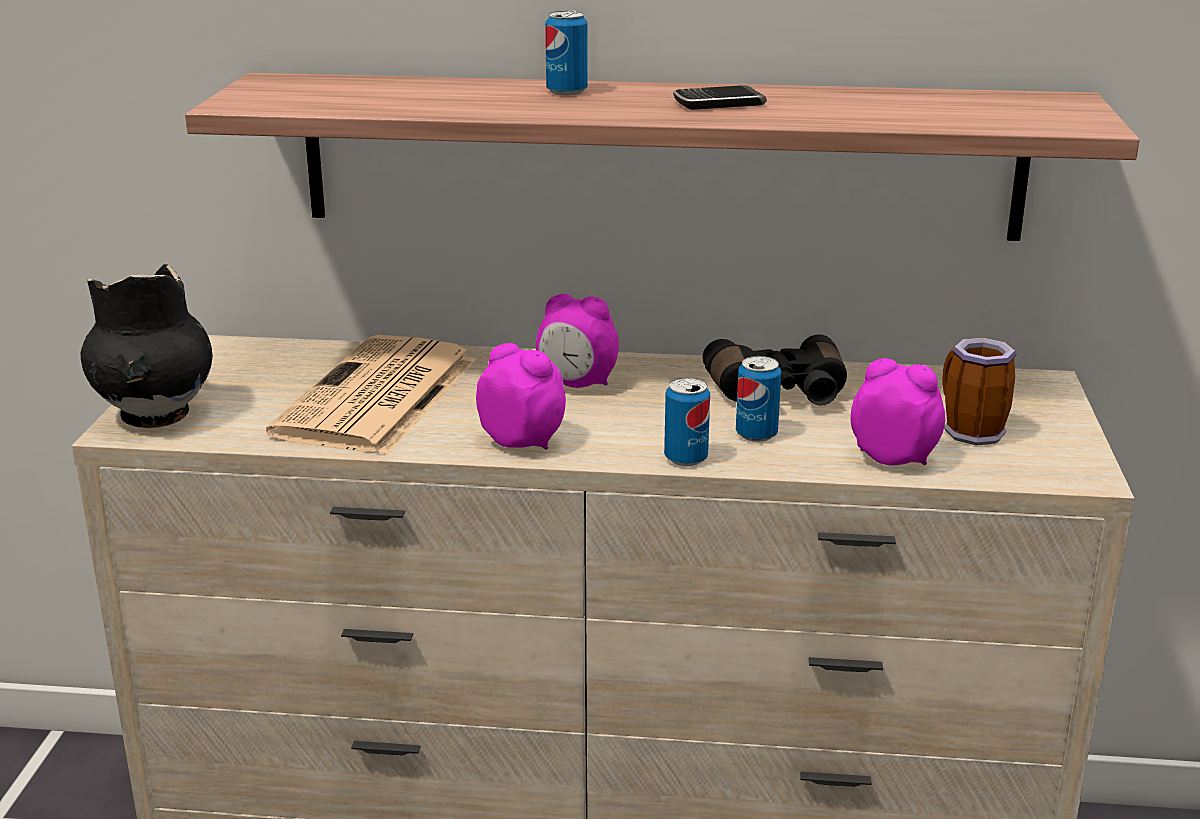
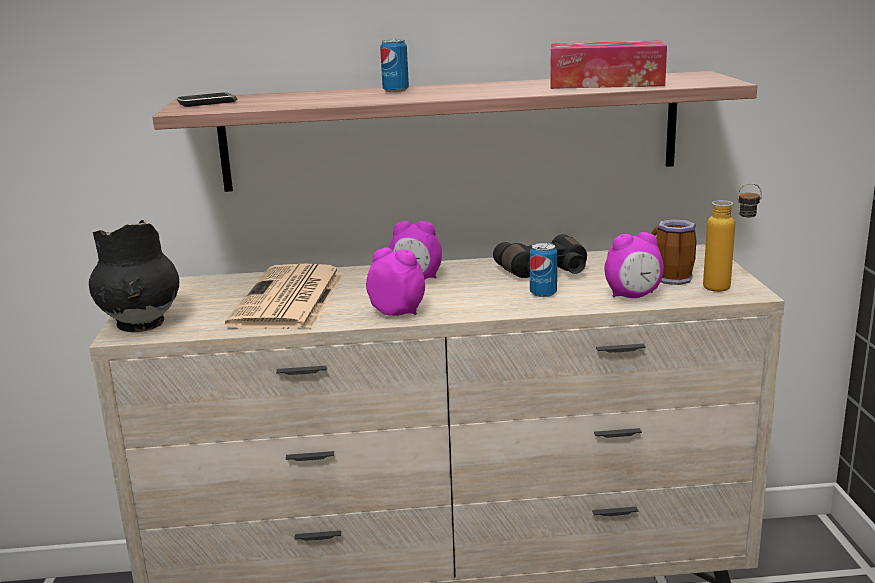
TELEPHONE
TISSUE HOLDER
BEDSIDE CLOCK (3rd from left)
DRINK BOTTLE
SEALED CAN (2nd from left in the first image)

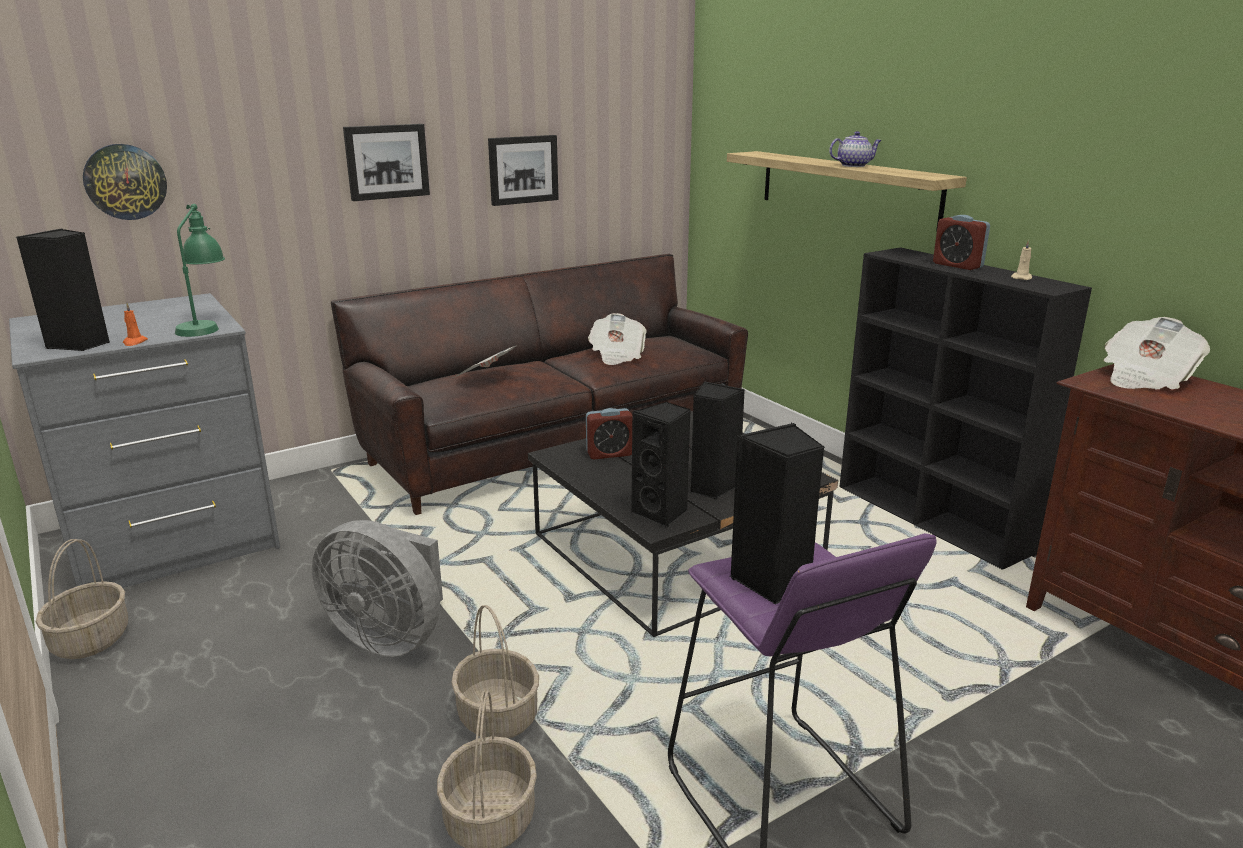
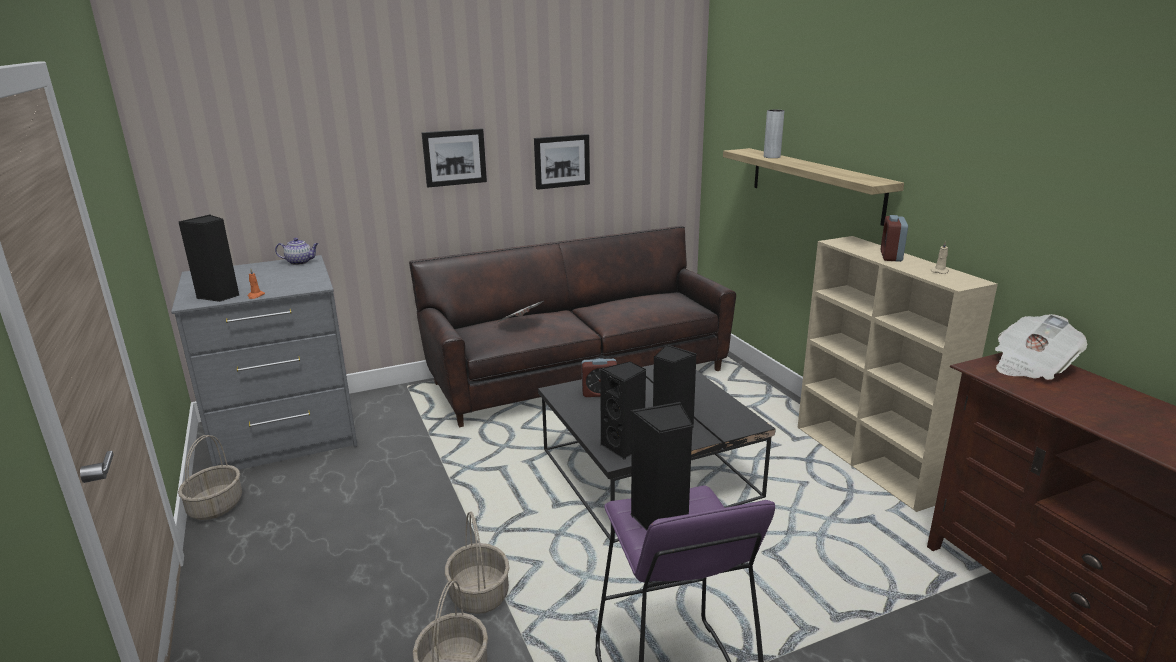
TEAPOT
GREY FLOWER VASE
SAND-COLOURED BOOKCASE
BEDSIDE CLOCK (2nd from left)
HANGING CLOCK
GREENISH TABLE LAMP
GREY FAN
PRINTED PAPER (2nd from left in the first image)

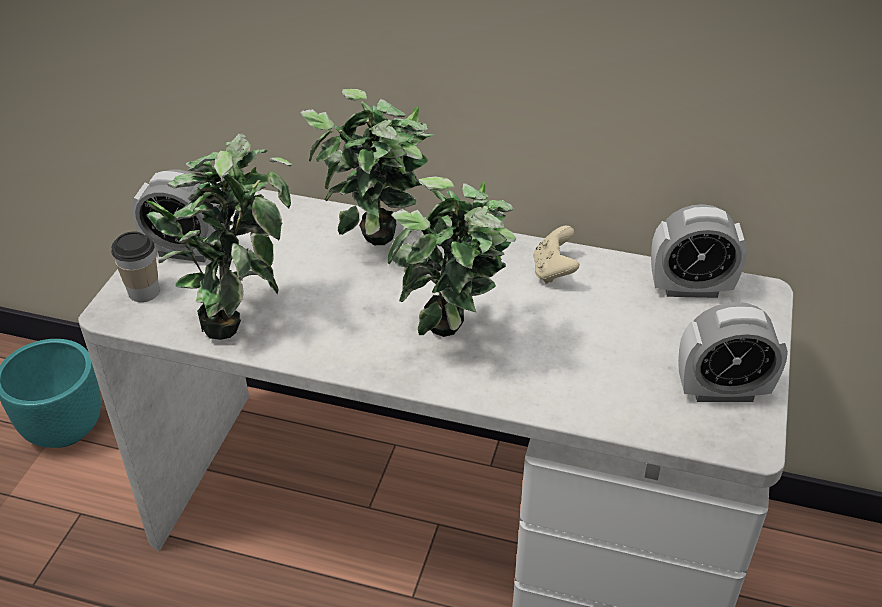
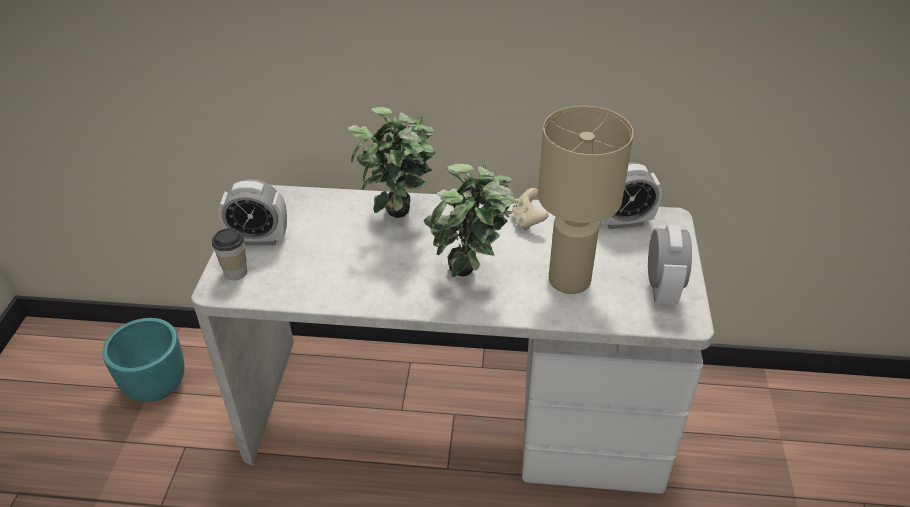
SAND-COLOURED TABLE LAMP
BEDSIDE CLOCK (3rd from left)
HOUSEPLANT (1st from left in the first image)

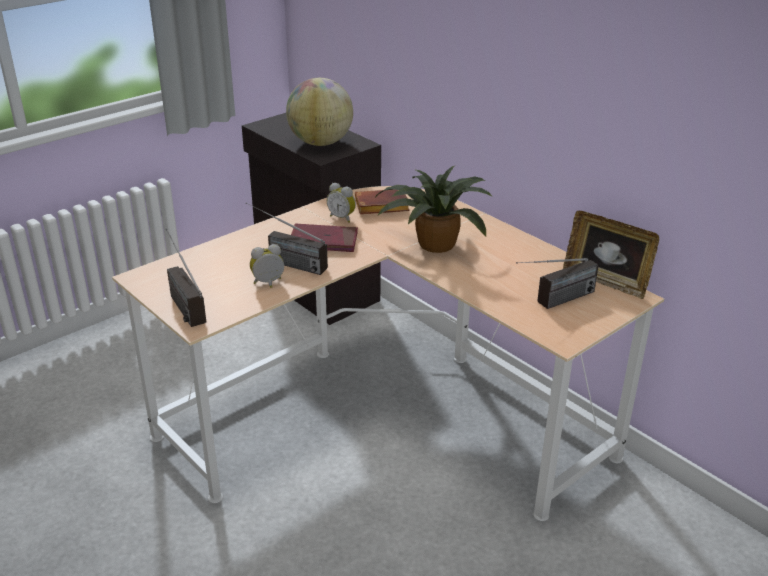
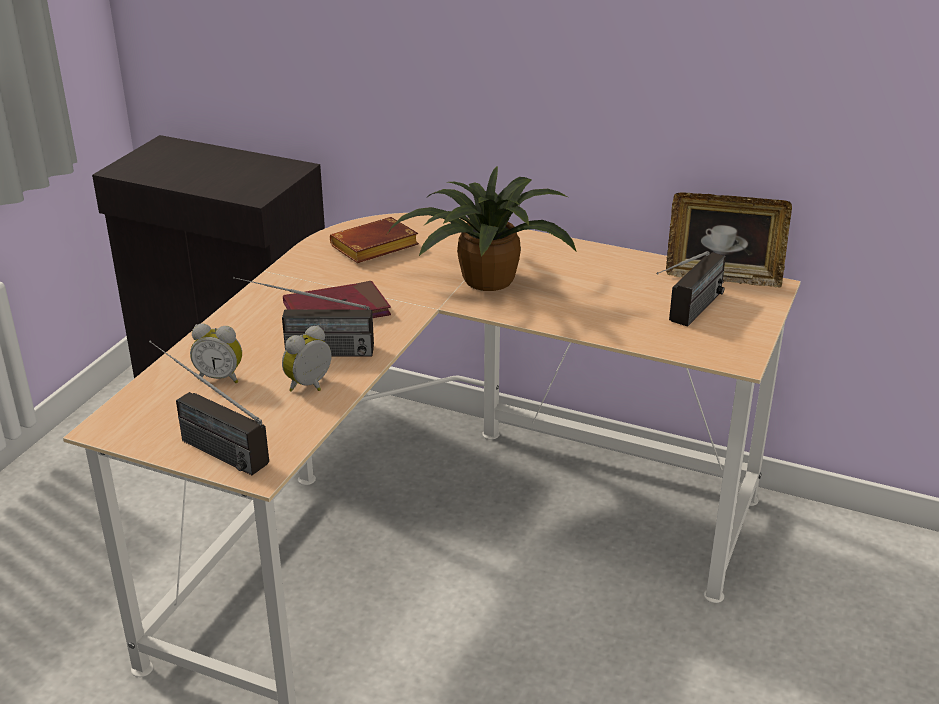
BEDSIDE CLOCK (1st from left)
WORLD GLOBE

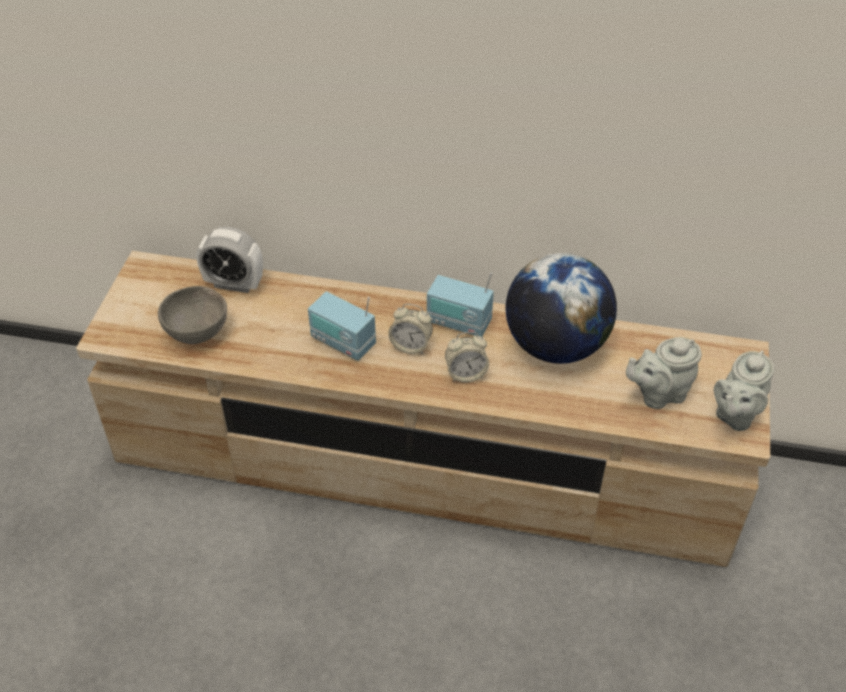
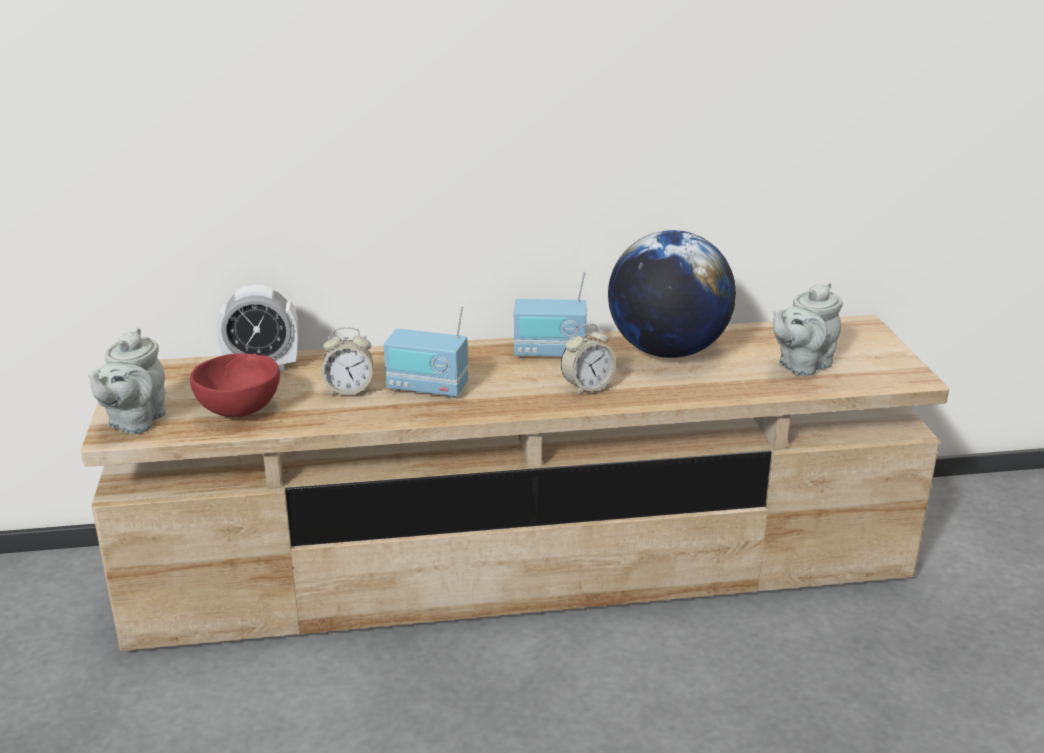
GREY TEAPOT (1st from left)
RED-COLOURED DEEP DISH
BEDSIDE CLOCK (2nd from left)

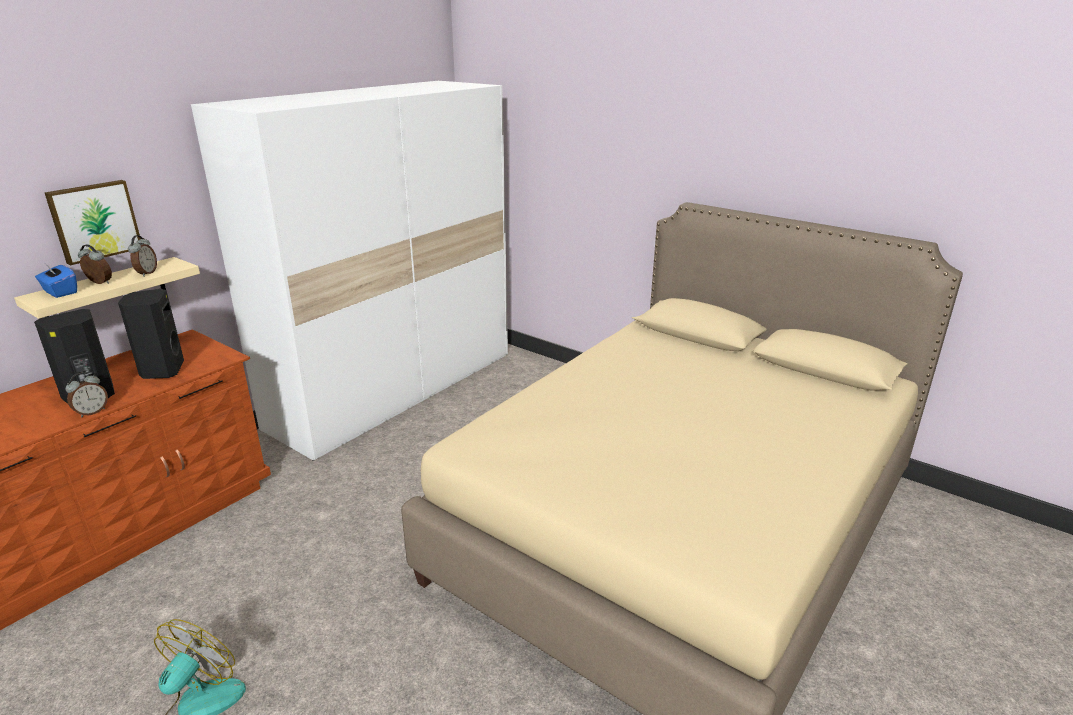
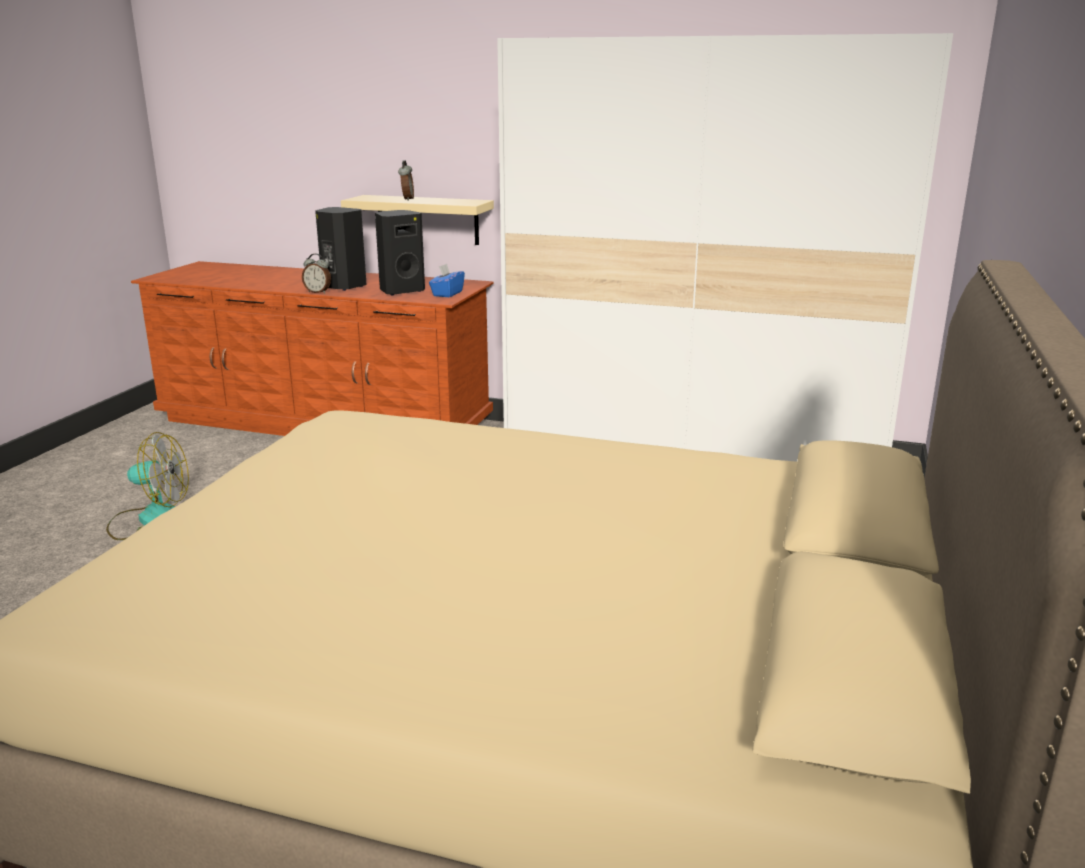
BLUISH TISSUE HOLDER
WALL PICTURE
BEDSIDE CLOCK (3rd from left in the first image)

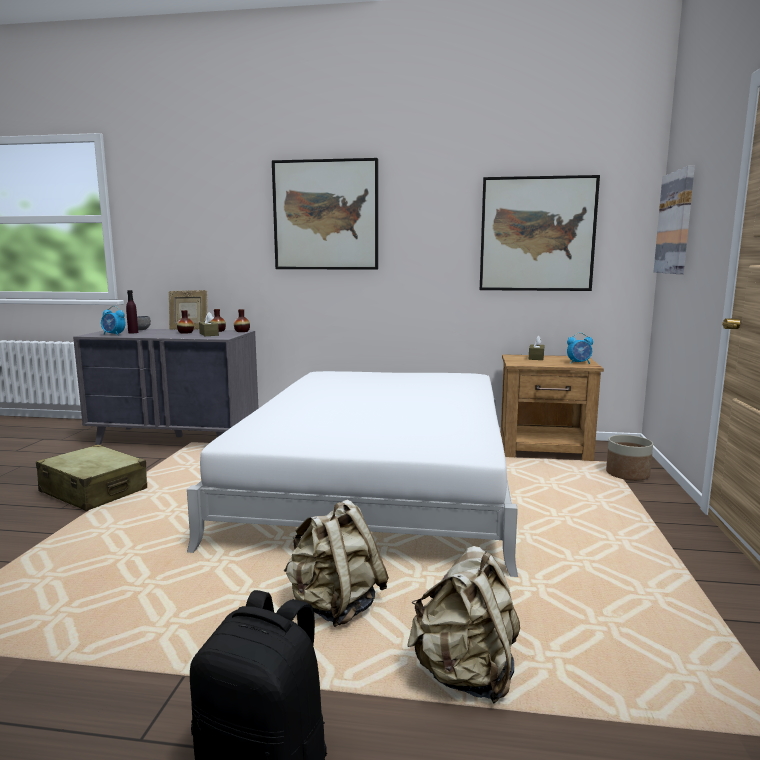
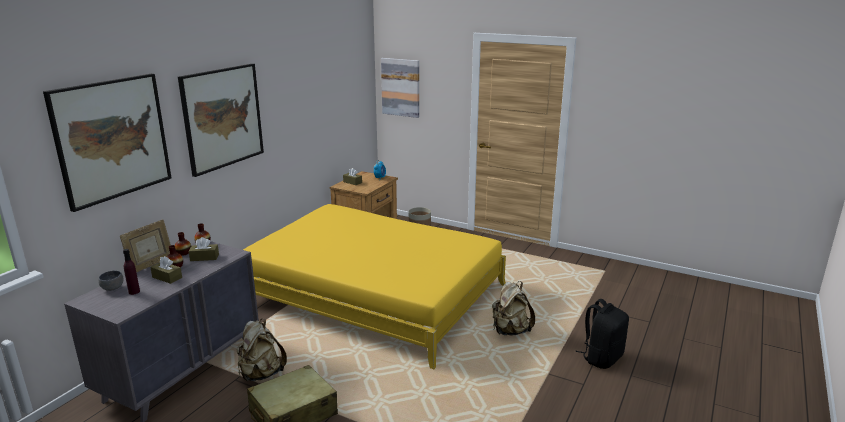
WALL PICTURE (1st from left)
BROWN TISSUE HOLDER (1st from left)
SAND-COLOURED KNAPSACK (1st from left)
YELLOW-COLOURED SLEEPING BED
BEDSIDE CLOCK (1st from left in the first image)

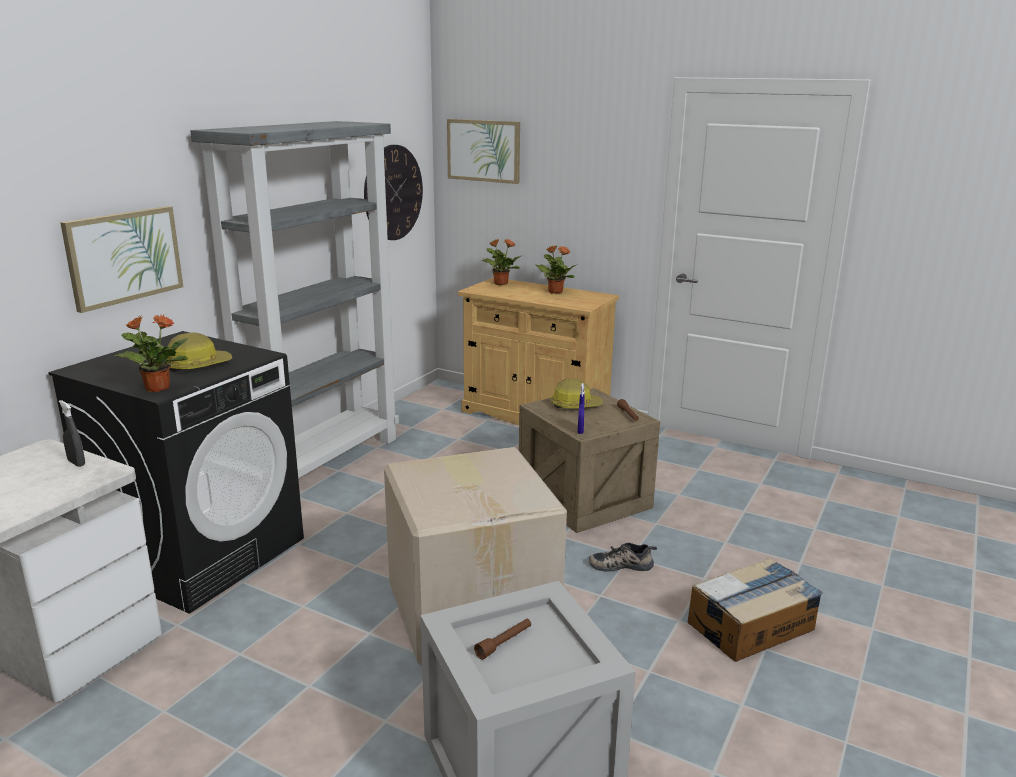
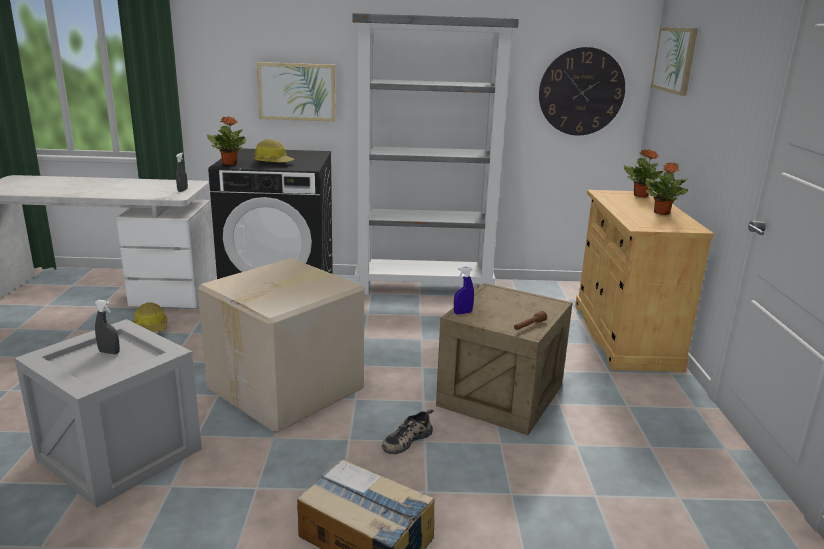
GREY SPRAY BOTTLE (1st from left)
WORK HELMET (1st from left)
LOW SHOE

